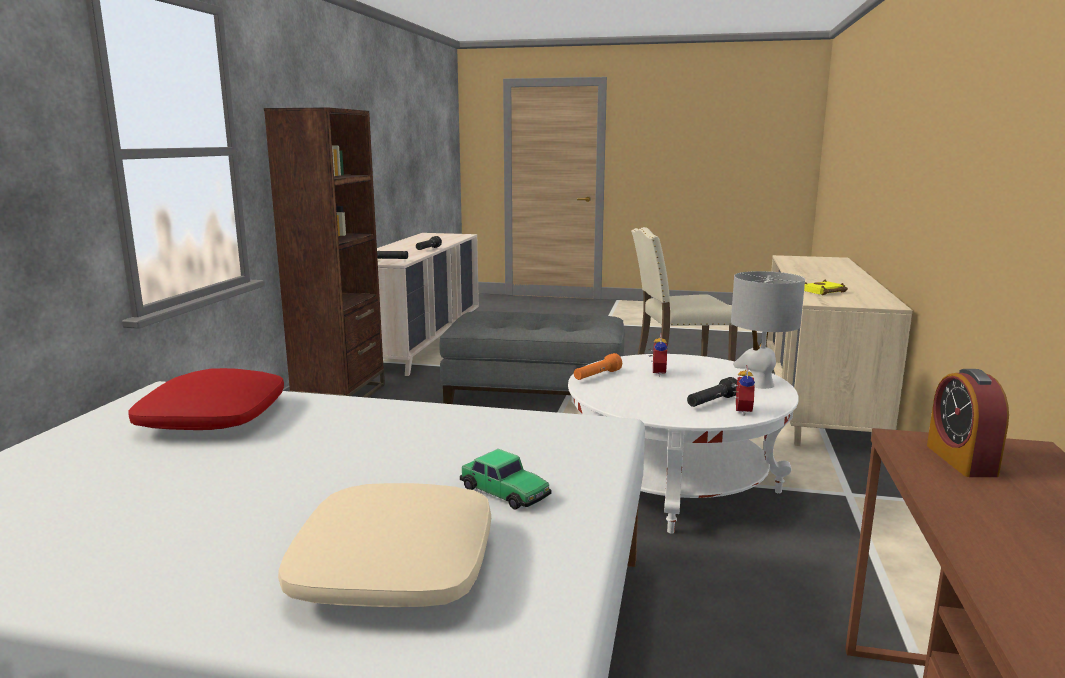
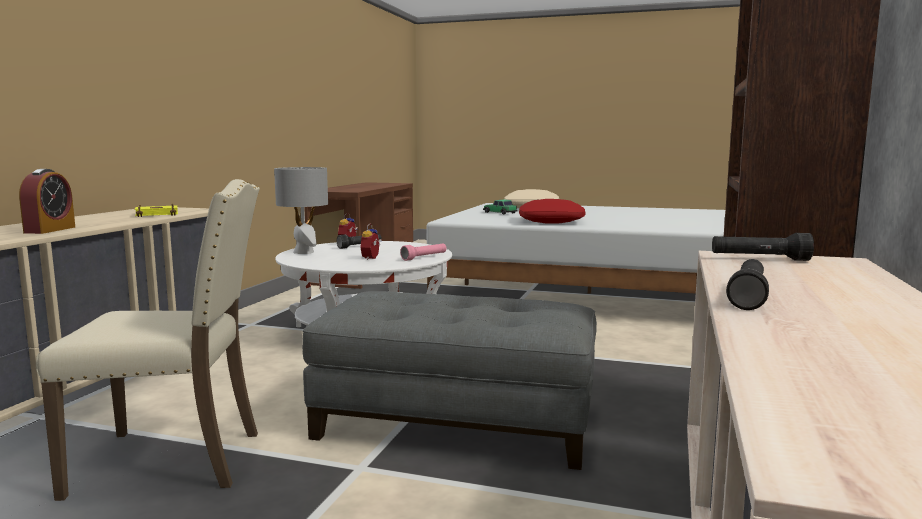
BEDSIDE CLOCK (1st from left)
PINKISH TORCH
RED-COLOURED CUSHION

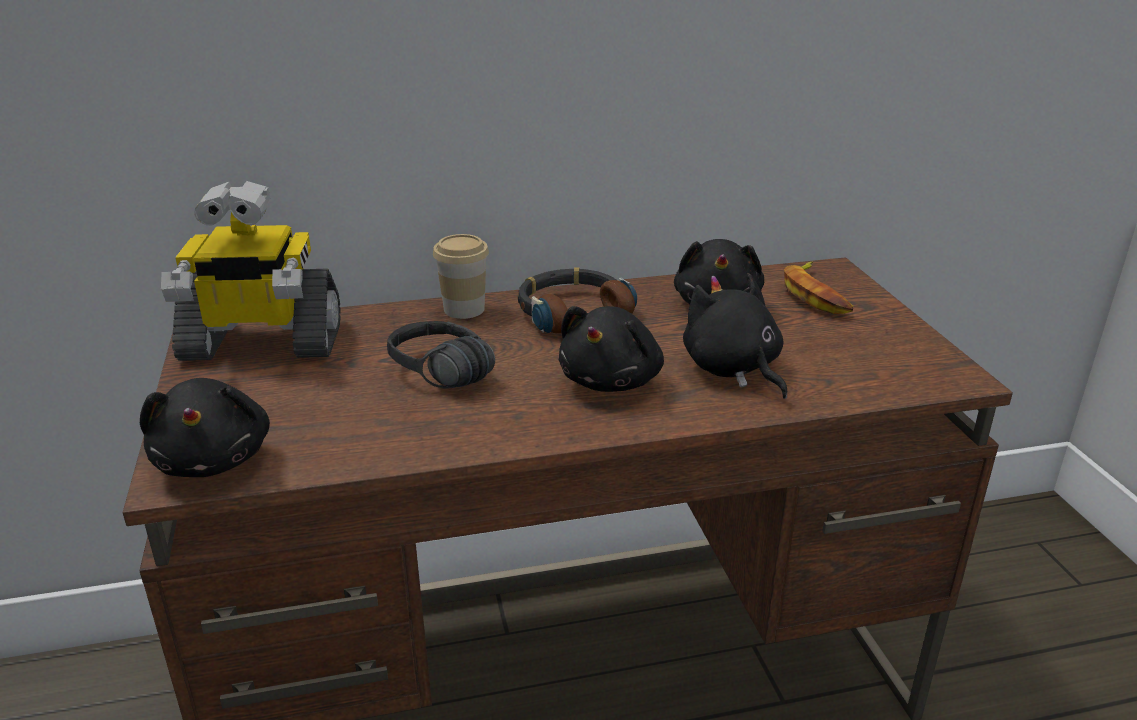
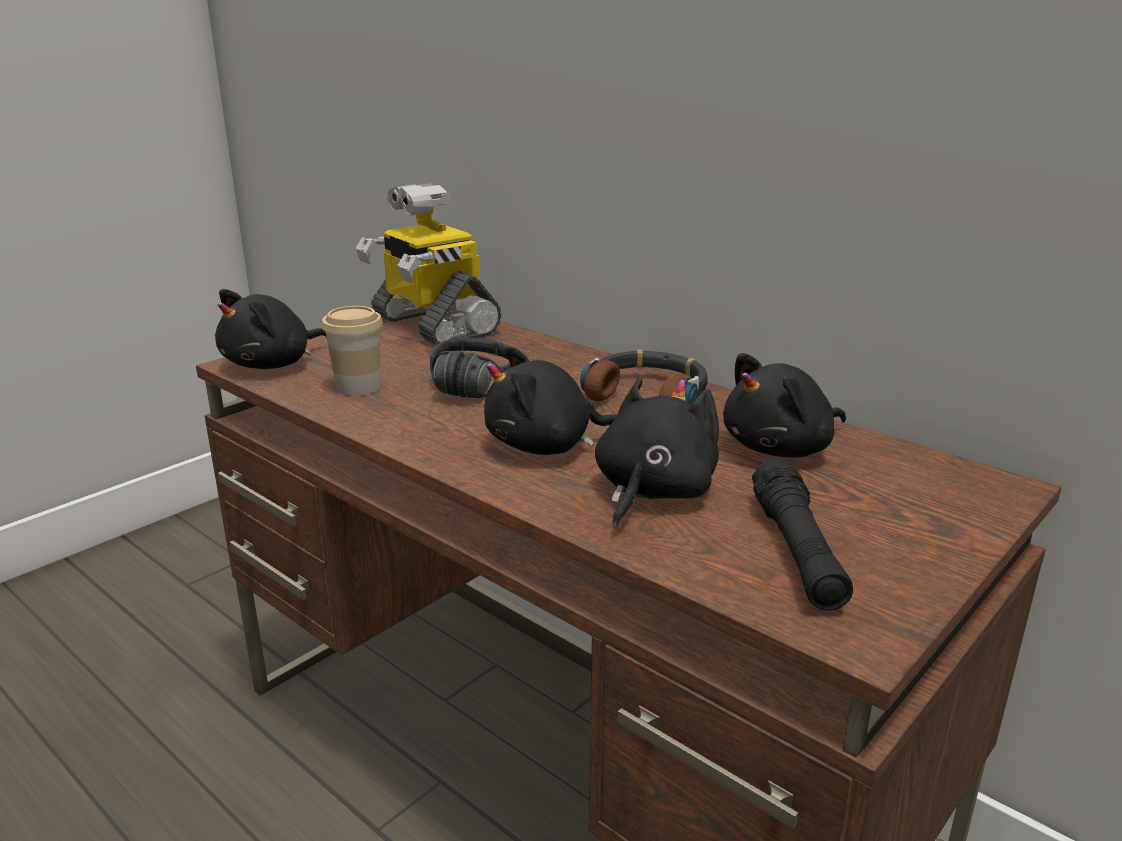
DRINKING CUP
BLACK-COLOURED TORCH
WHOLE BANANA

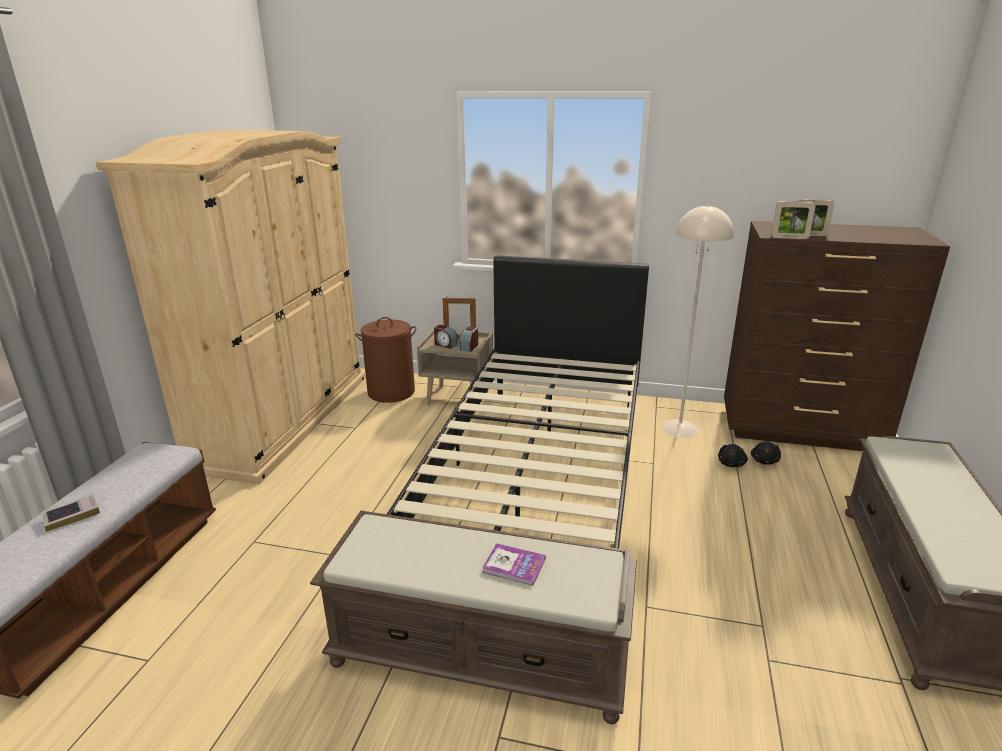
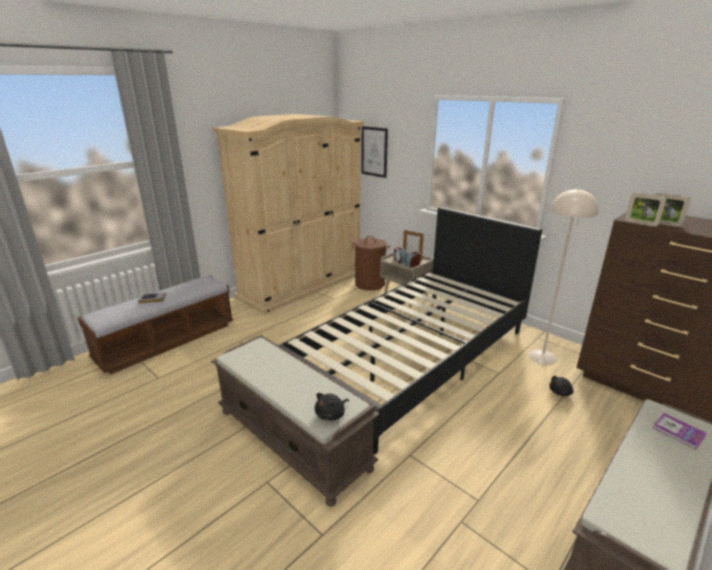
BLACK-COLOURED SOFT TOY (1st from left)
WALL PICTURE
VOLUME (2nd from left)

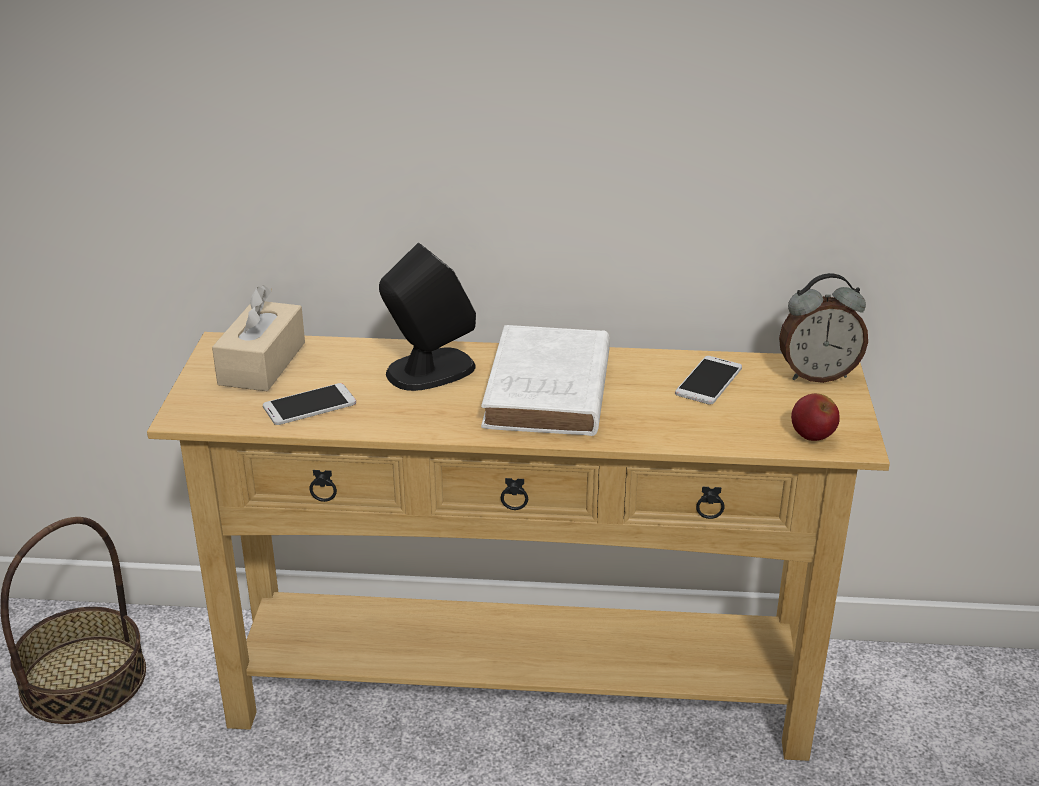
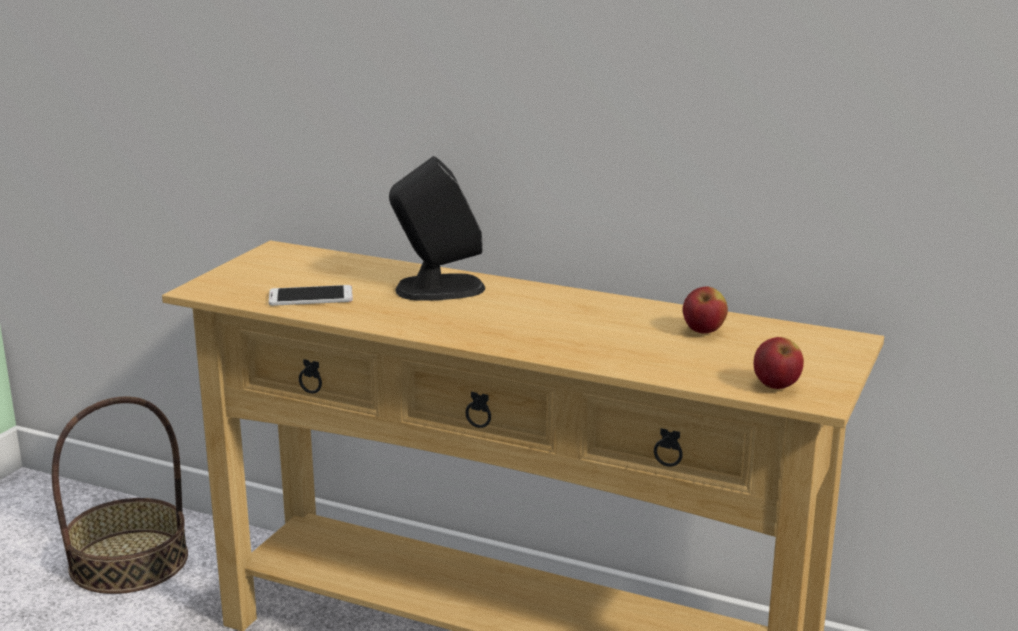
APPLE (1st from left)
SAND-COLOURED TISSUE HOLDER
WHITE VOLUME
BEDSIDE CLOCK

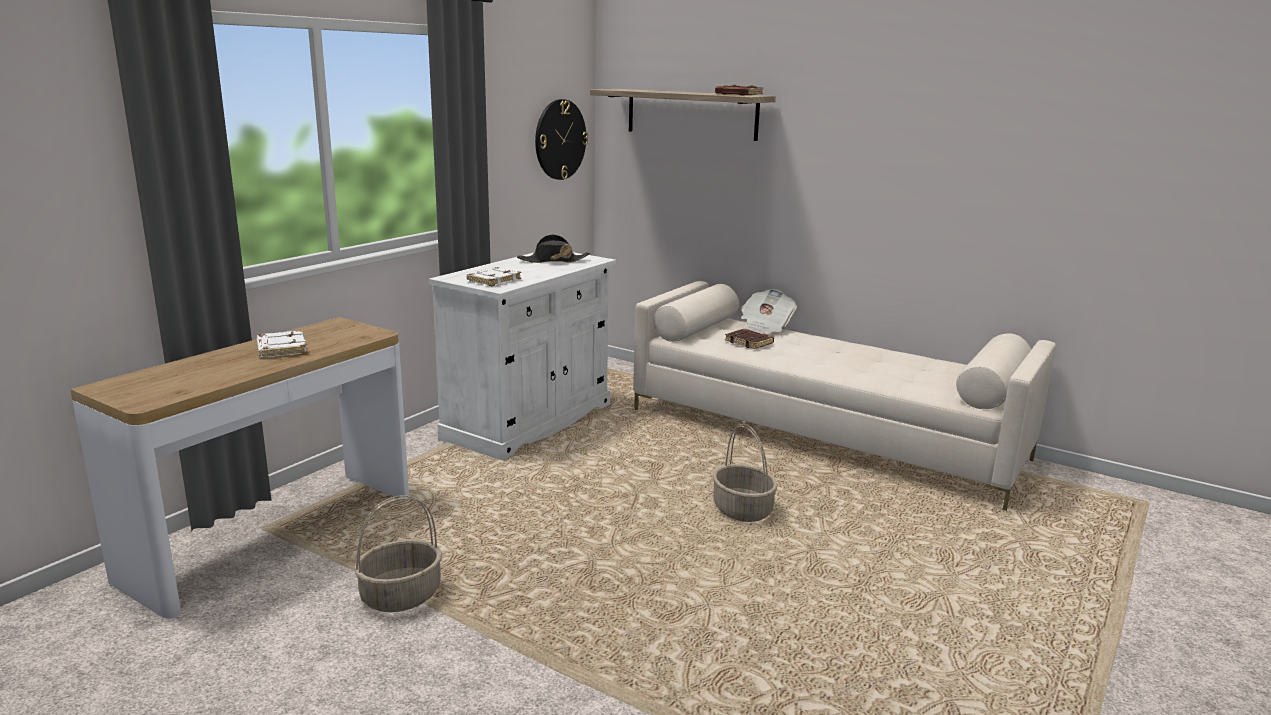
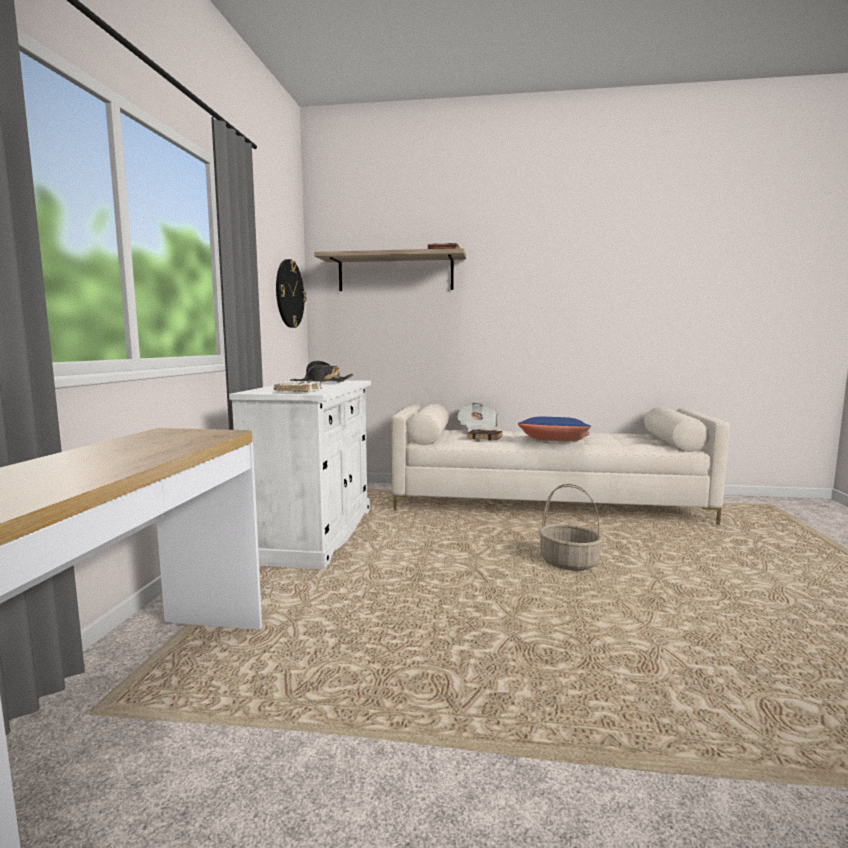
BLUISH CUSHION
WHITE VOLUME (1st from left in the first image)
BASKET (1st from left in the first image)

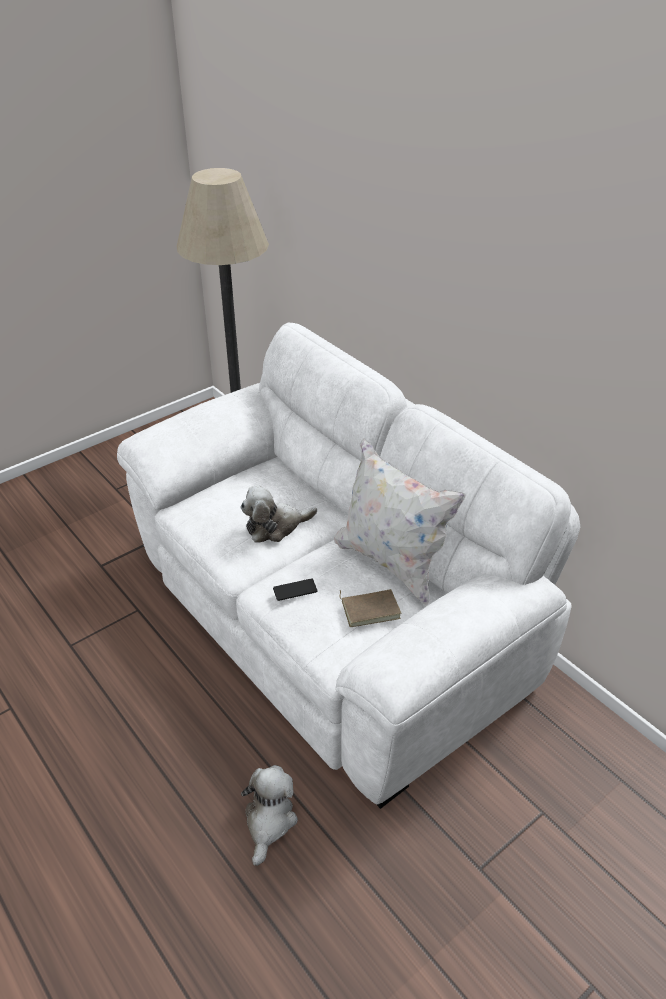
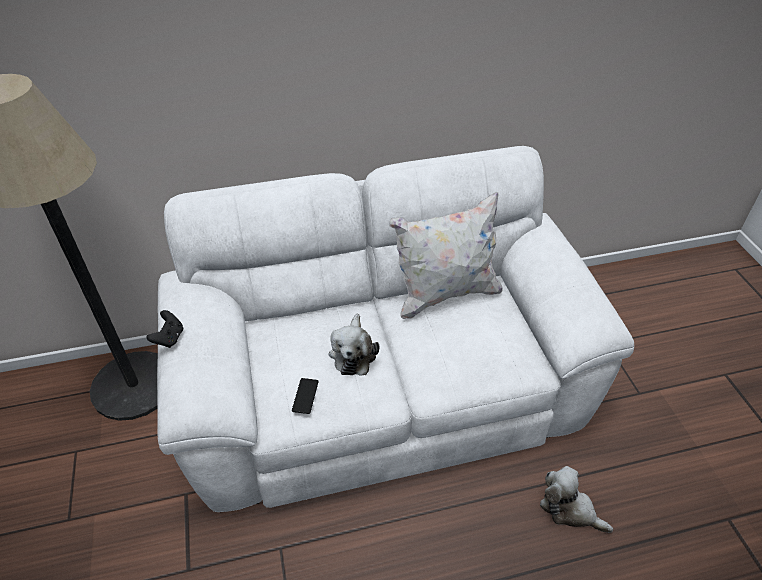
BLACK-COLOURED GAME CONTROLLER
TELEPHONE
BROWN VOLUME

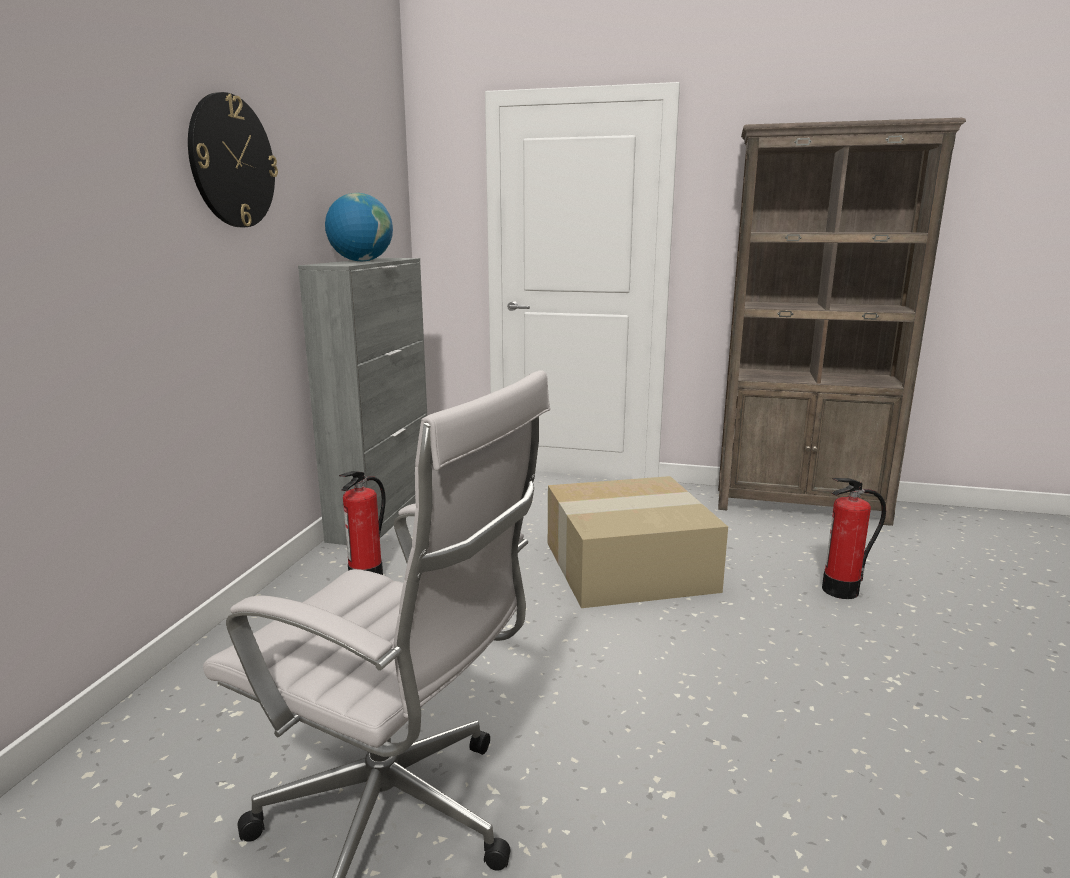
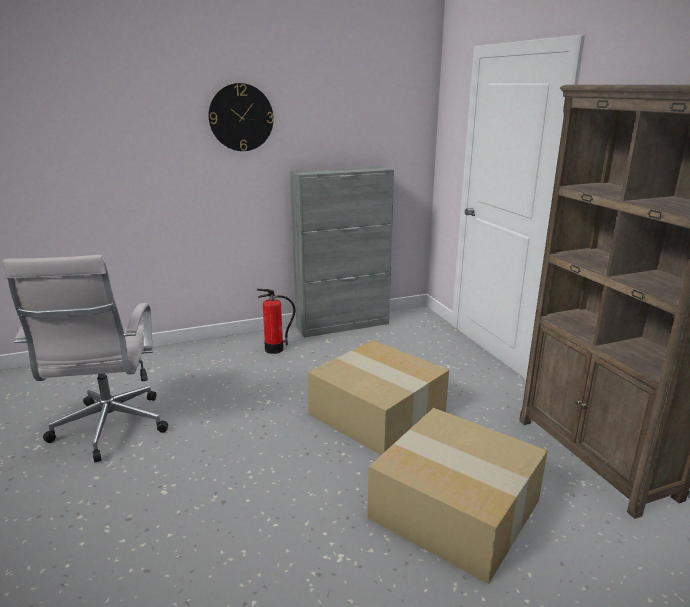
PACKING BOX (2nd from left)
WORLD GLOBE

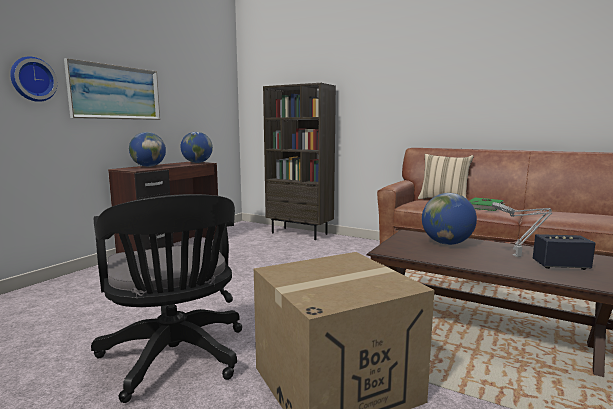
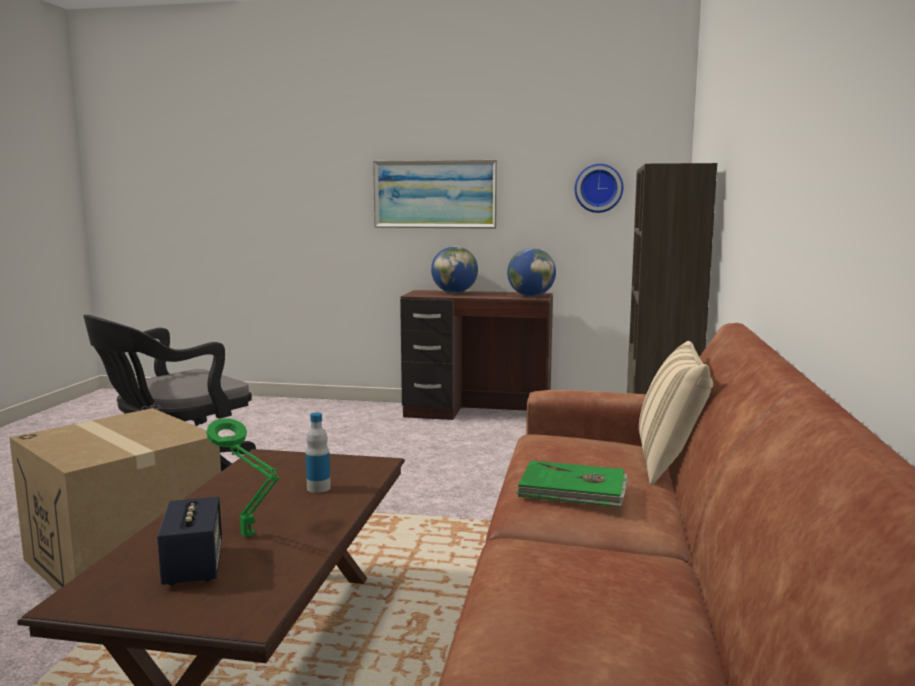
GREENISH TABLE LAMP
DRINK BOTTLE
HANGING CLOCK

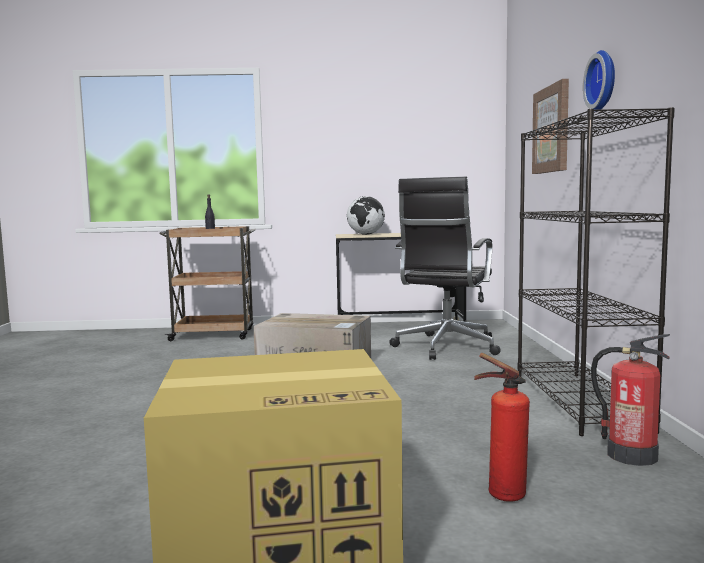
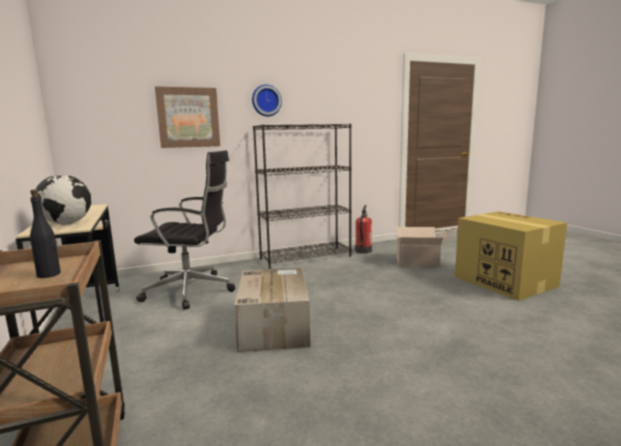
PACKING BOX (2nd from left)

